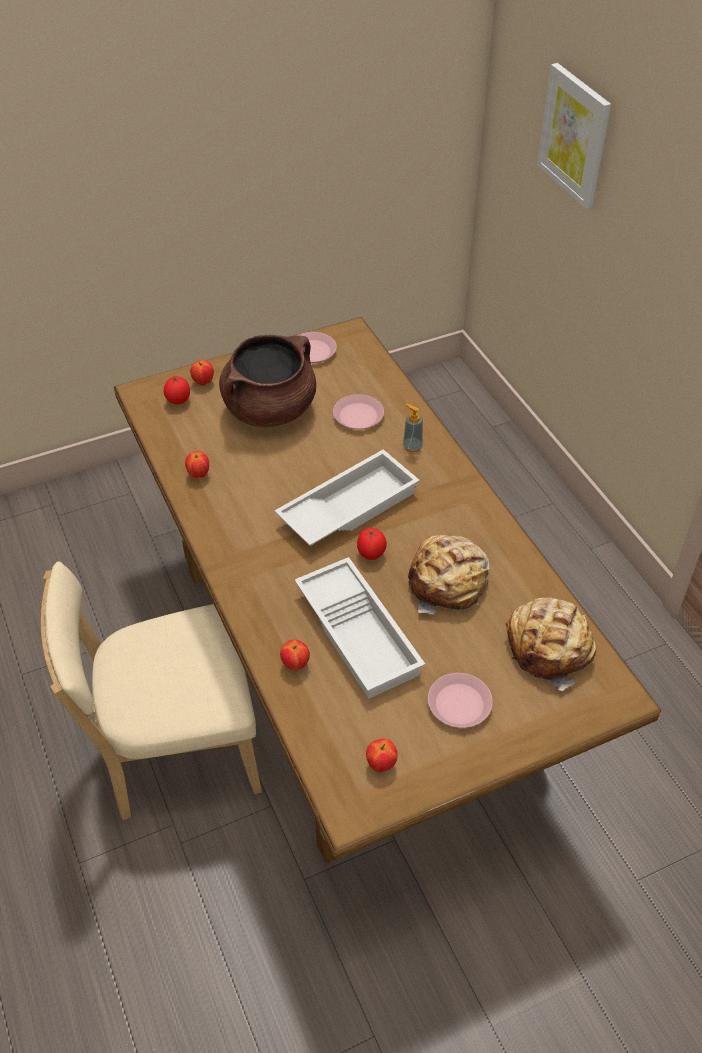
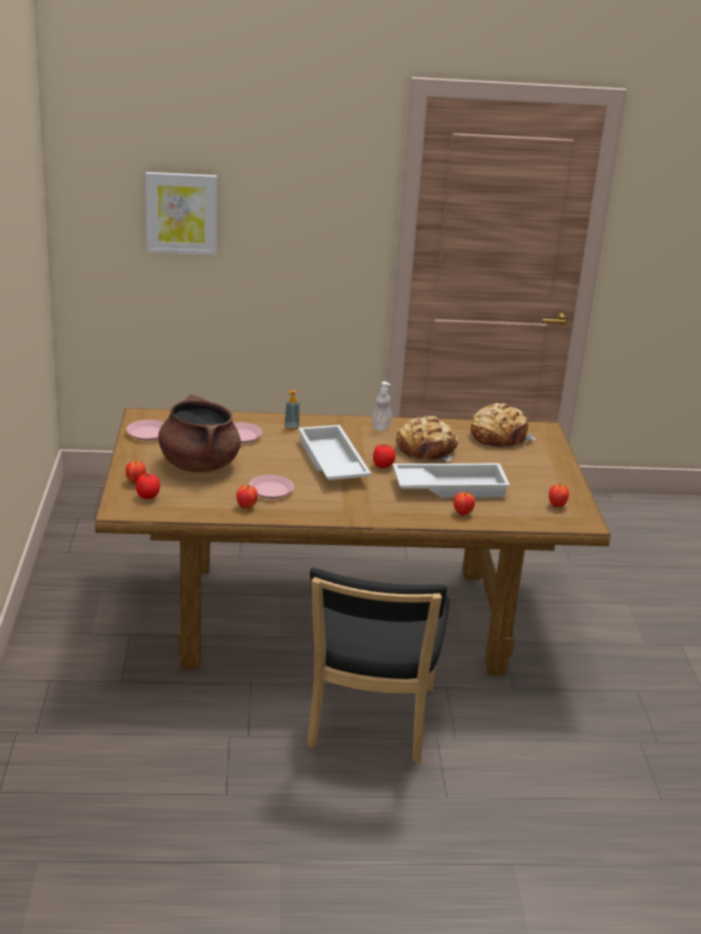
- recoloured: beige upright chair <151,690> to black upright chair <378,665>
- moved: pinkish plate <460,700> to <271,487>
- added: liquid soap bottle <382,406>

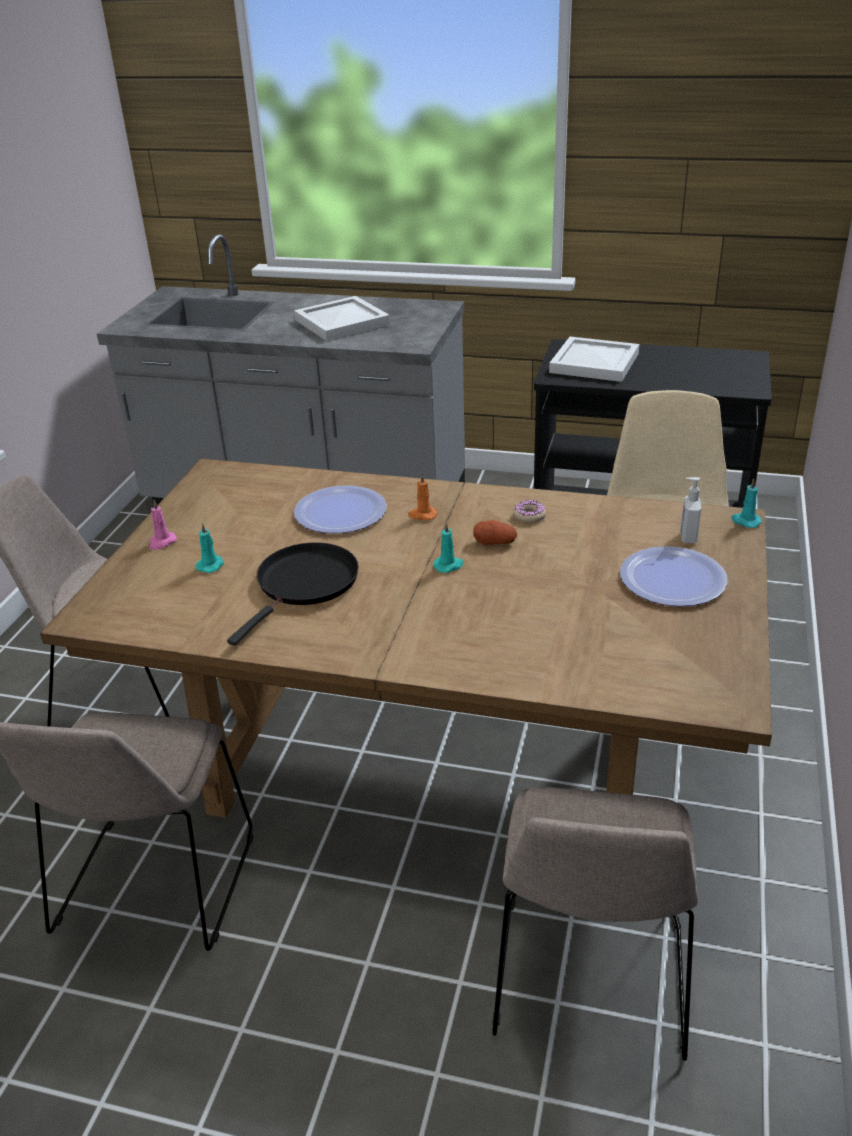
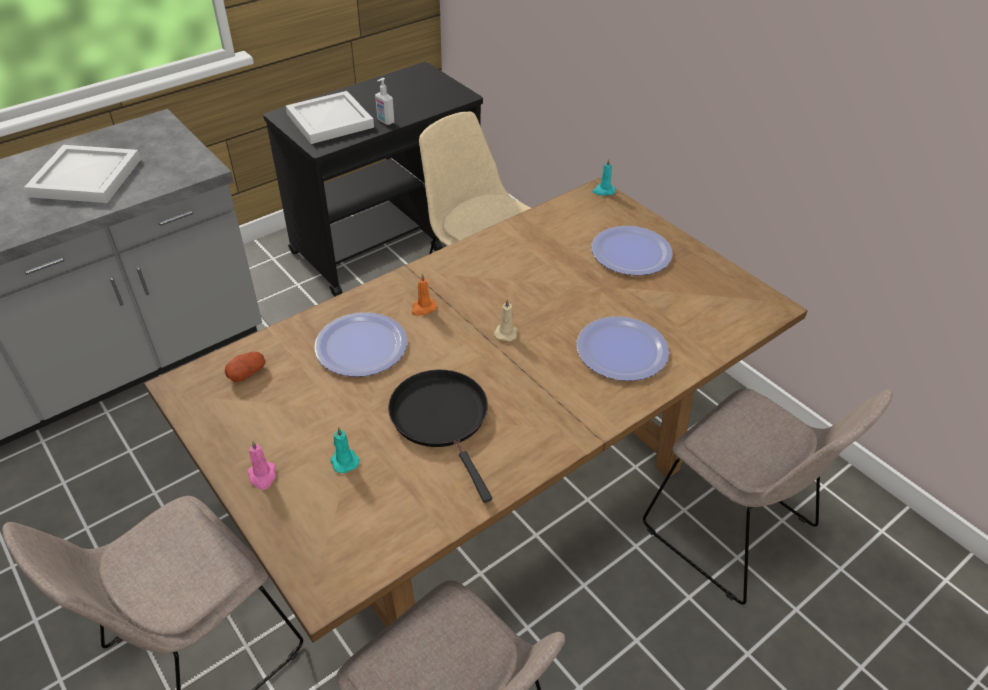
- moved: liquid soap bottle <691,510> to <384,101>
- removed: ring doughnut <529,511>
- moved: spud <495,532> to <245,367>
- recoloured: turquoise wax candle <448,547> to beige wax candle <506,319>
- added: plate <623,348>

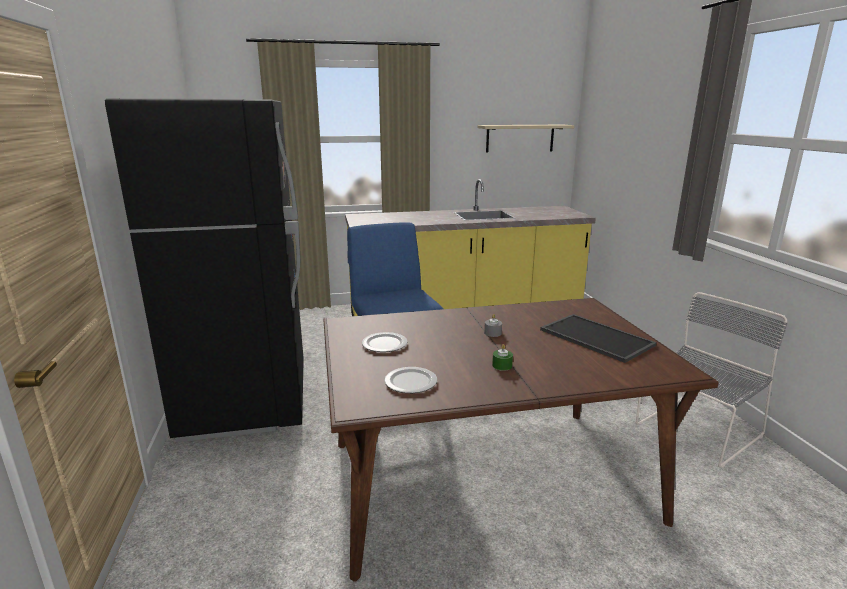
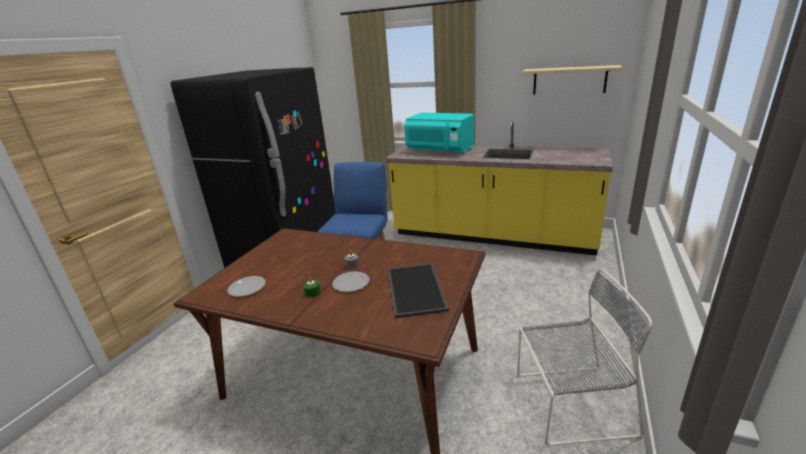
- moved: plate <385,342> to <350,282>
- added: turquoise kitchen microwave <439,133>

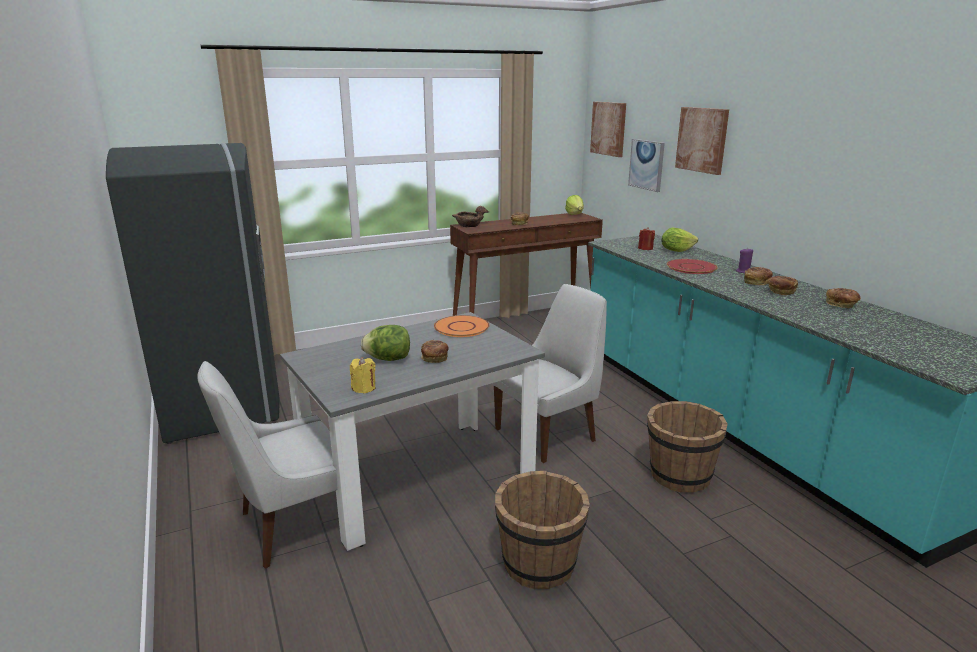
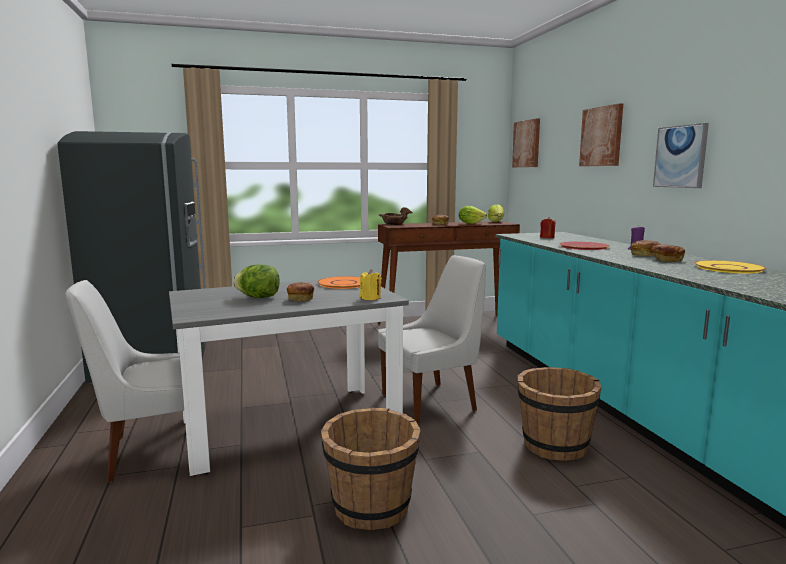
- moved: wall picture <646,165> to <681,155>
- moved: lettuce head <679,240> to <473,215>
- replaced: bread <843,298> to yellowish plate <730,267>
- moved: yellowish wax candle <363,375> to <371,284>

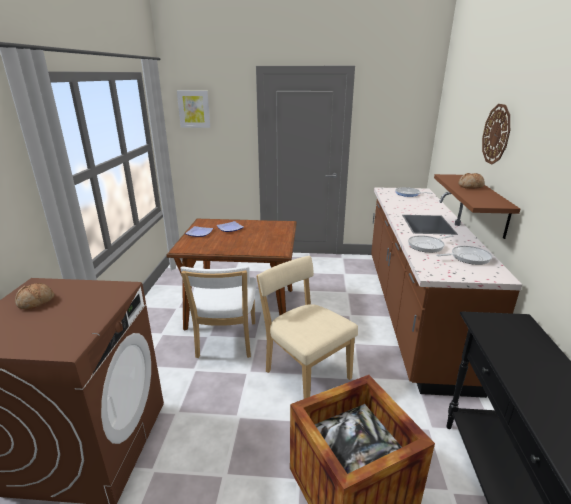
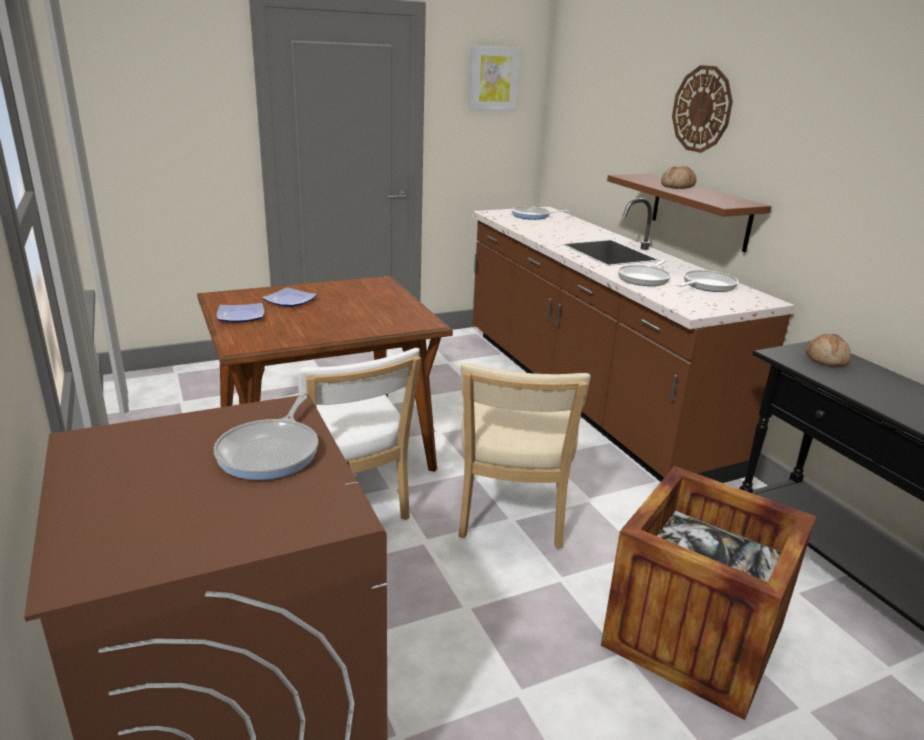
- moved: wall picture <193,109> to <494,78>
- turned: beige upright chair <307,327> = <525,455> 105 degrees counterclockwise
- moved: bread <34,296> to <828,350>
- added: skillet <266,437>

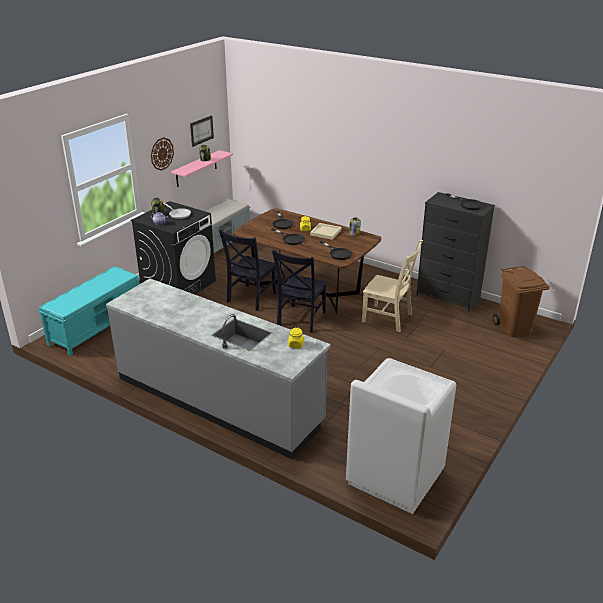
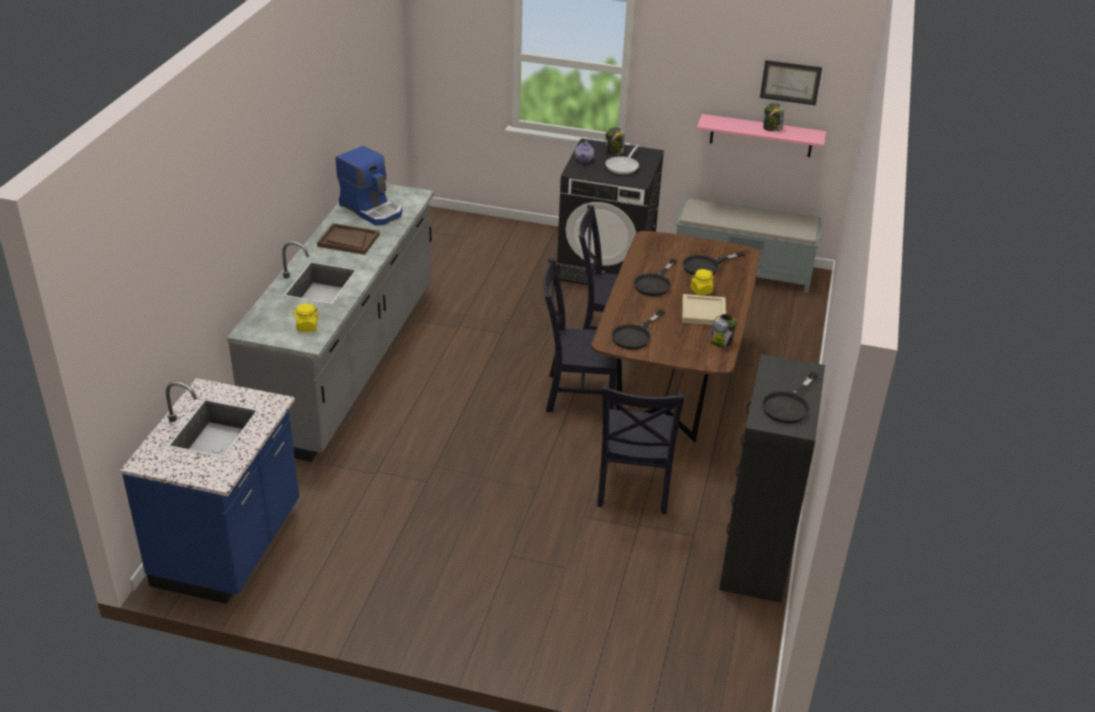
- removed: wall clock <162,154>
- recoloured: beige upright chair <392,286> to black upright chair <640,449>
- removed: turquoise long seat <89,311>
- removed: brown-coloured rubbish bin <521,301>
- replaced: whitish laundry machine <401,436> to bluish kitchen base unit <209,491>
- added: coffee machine <369,185>
- added: brown-coloured carrying tray <348,239>

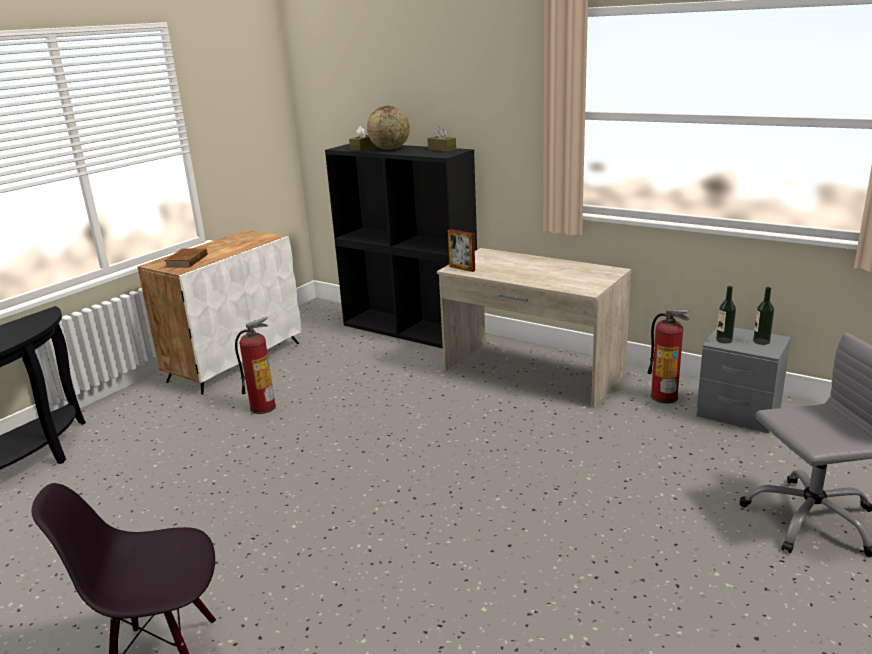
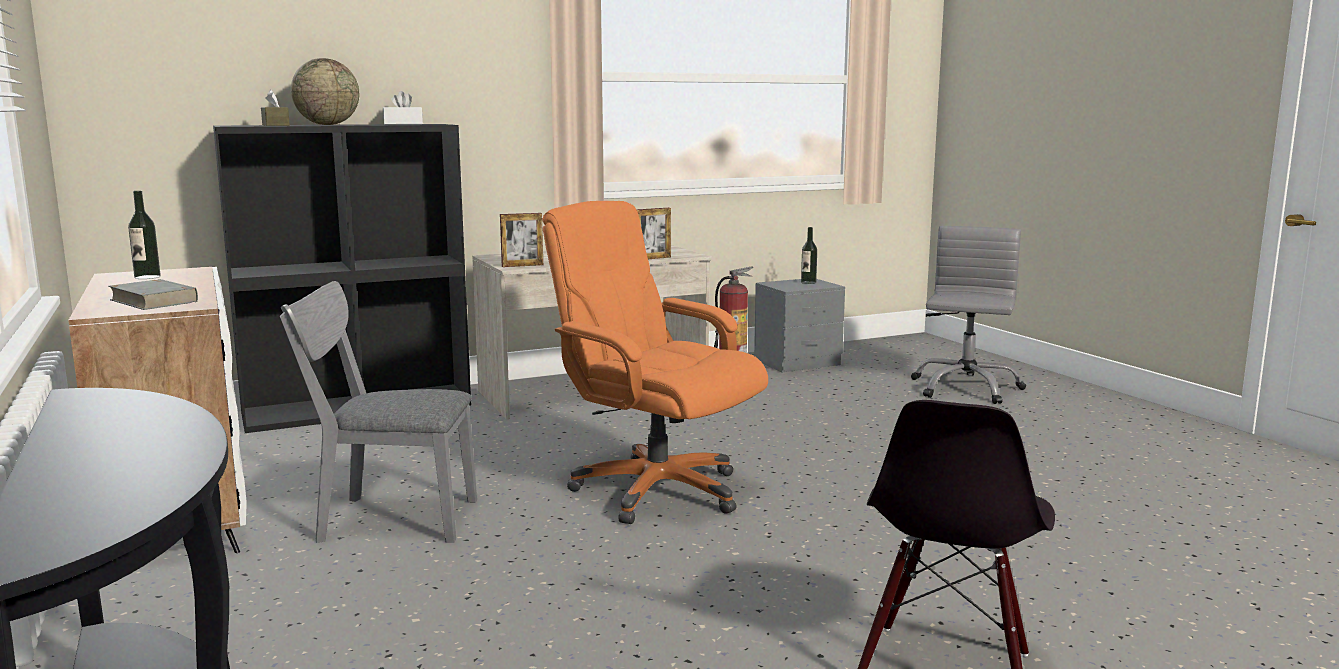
- recoloured: brown-coloured box of tissues <441,139> to whitish box of tissues <403,107>
- recoloured: brown-coloured bound book <185,258> to gray bound book <153,294>
- moved: drink bottle <726,315> to <144,235>
- replaced: extinguisher <255,365> to gray upright chair <378,412>
- added: orangey computer chair <655,362>
- added: standing frame <653,233>

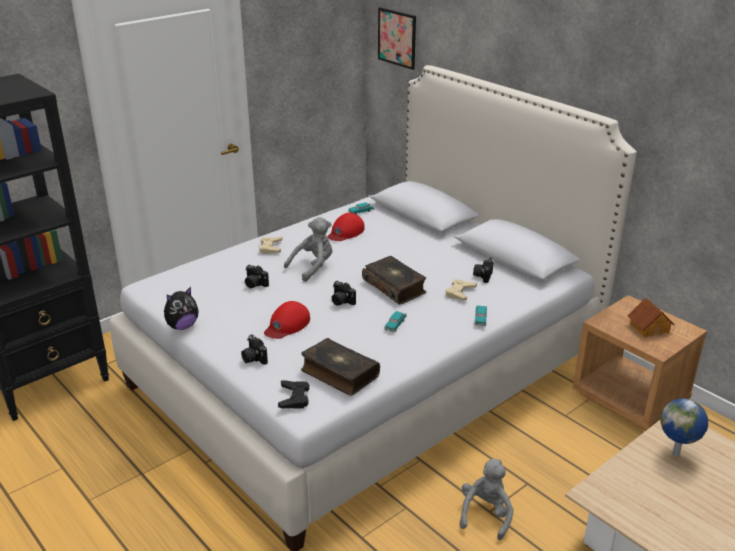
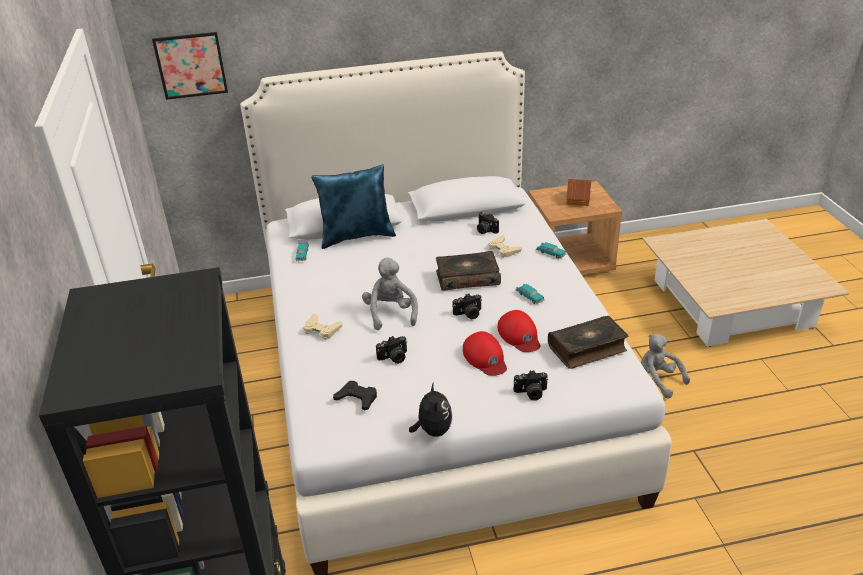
- moved: red baseball cap <345,227> to <519,331>
- moved: black joypad <293,394> to <355,396>
- removed: desk globe <684,427>
- added: bluish pillow <353,206>

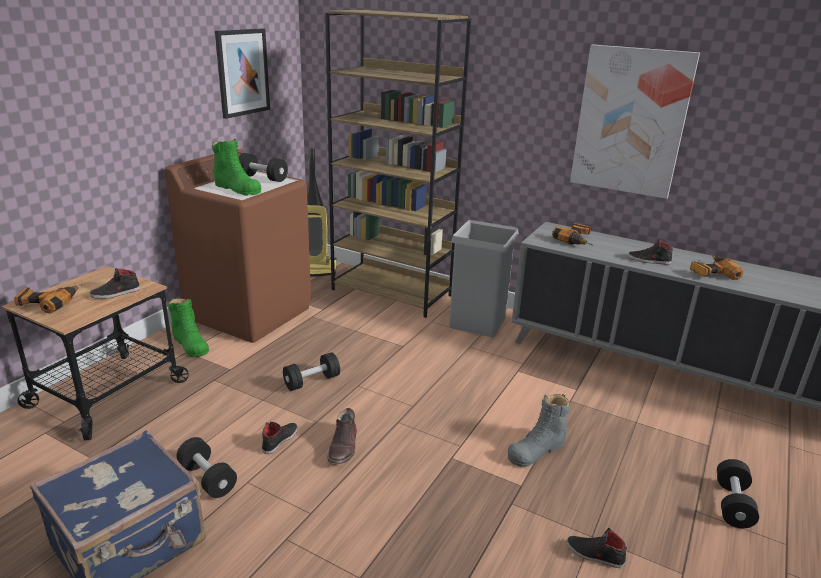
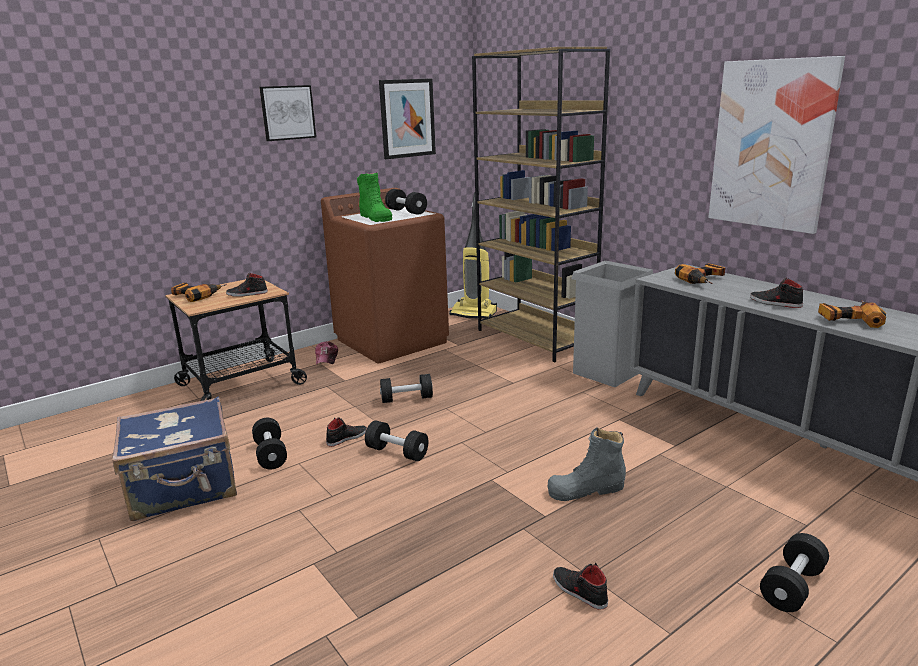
- replaced: greenish high-top boot <188,327> to baseball cap <326,352>
- replaced: brown-coloured high-top boot <342,436> to black free weight <396,441>
- added: wall picture <287,113>

